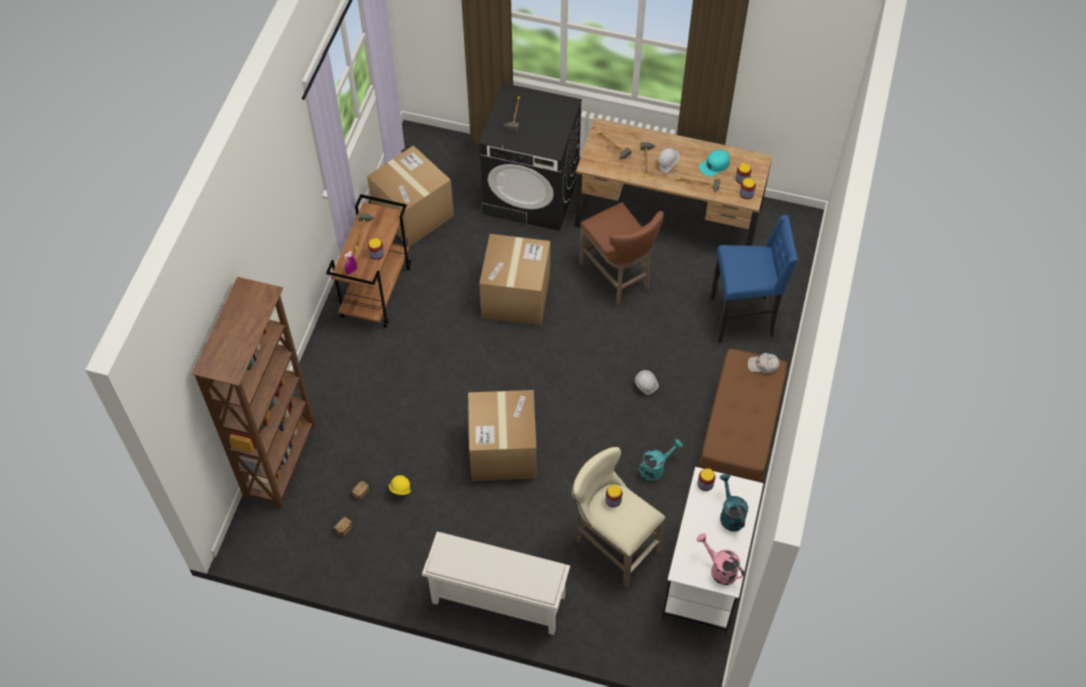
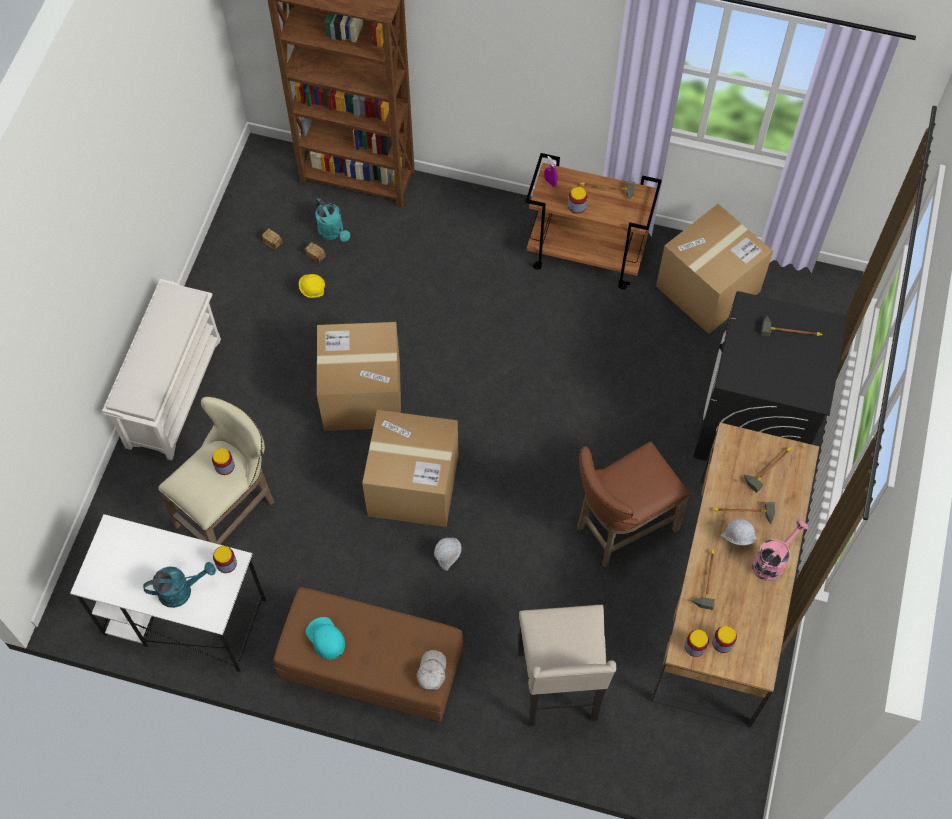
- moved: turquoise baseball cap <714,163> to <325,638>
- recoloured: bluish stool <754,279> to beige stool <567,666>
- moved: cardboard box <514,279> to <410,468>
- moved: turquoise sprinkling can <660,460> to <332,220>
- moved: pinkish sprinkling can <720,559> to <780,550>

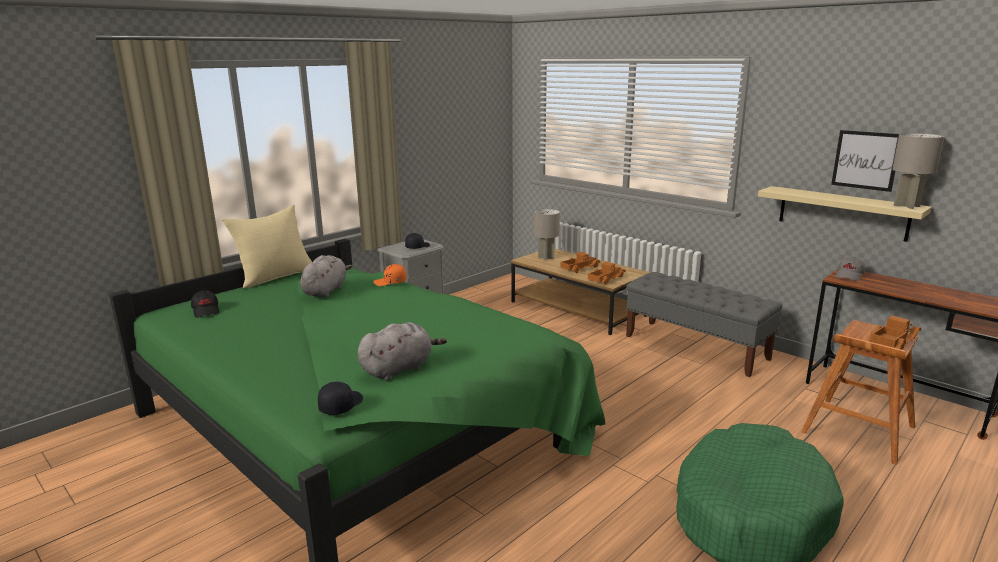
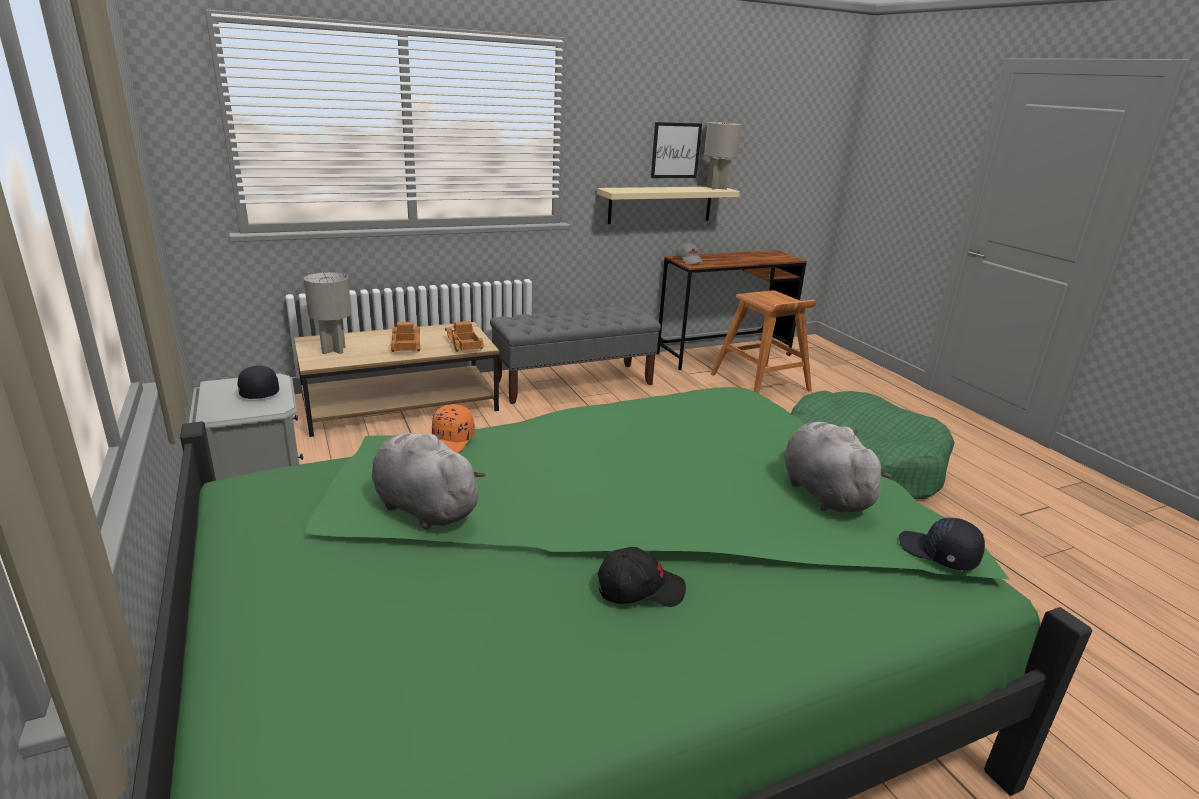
- removed: beige pillow <267,246>
- moved: black baseball cap <205,304> to <642,577>
- removed: toy truck <894,332>

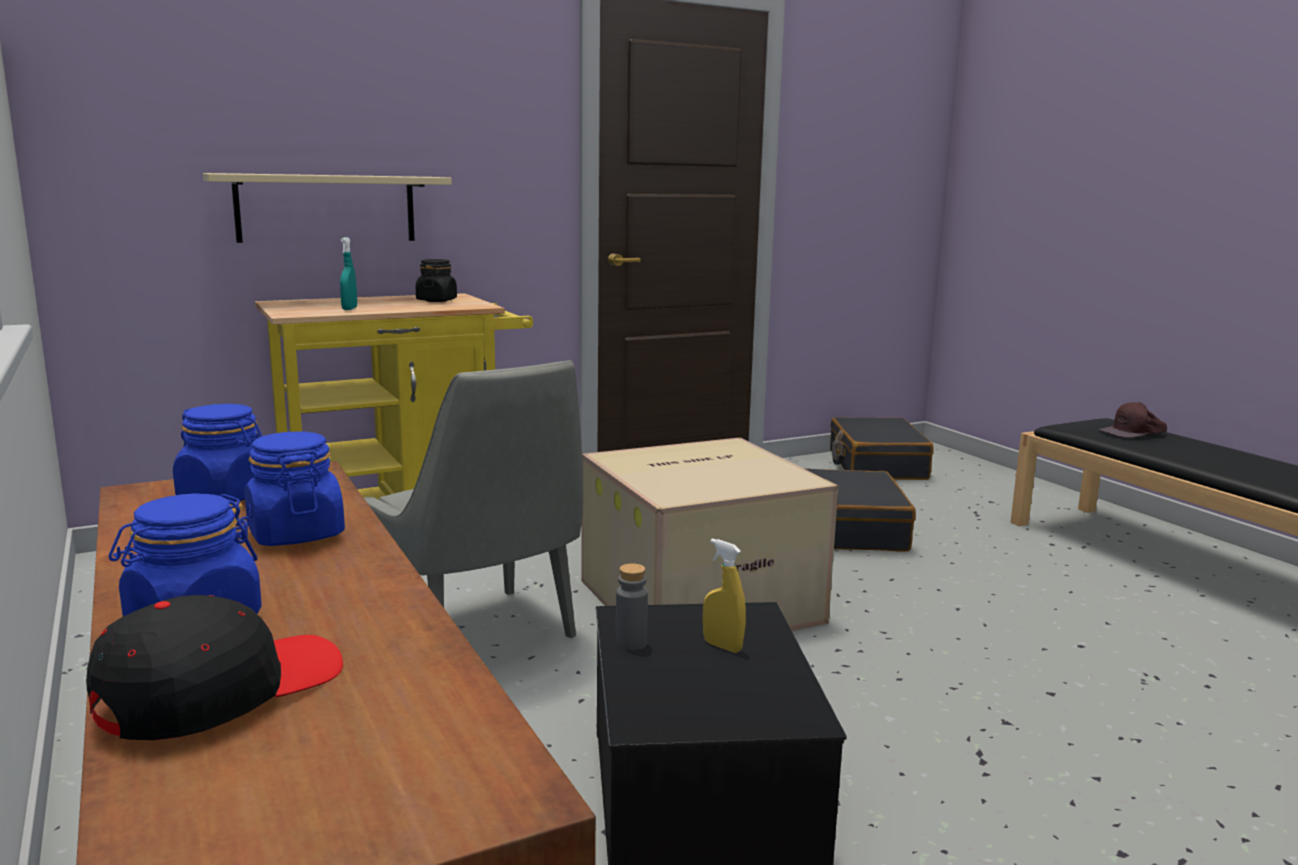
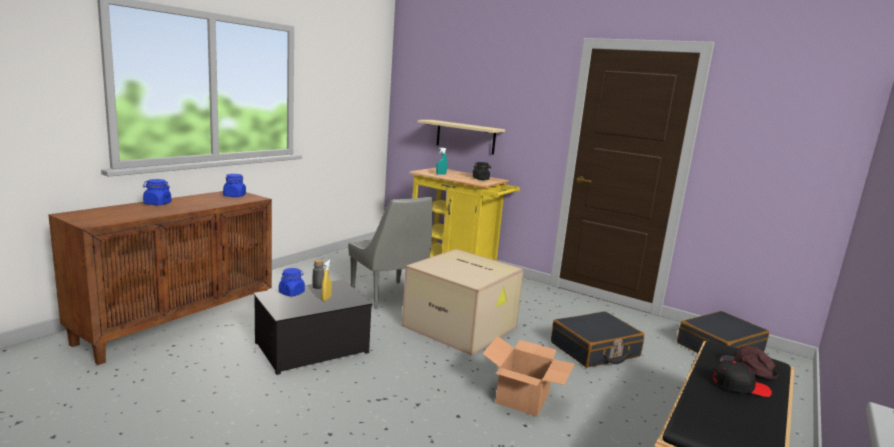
- turned: gray upright chair <473,499> = <390,253> 60 degrees counterclockwise
- moved: bluish jar <295,488> to <292,282>
- moved: black baseball cap <214,667> to <742,378>
- added: cardboard box <528,376>

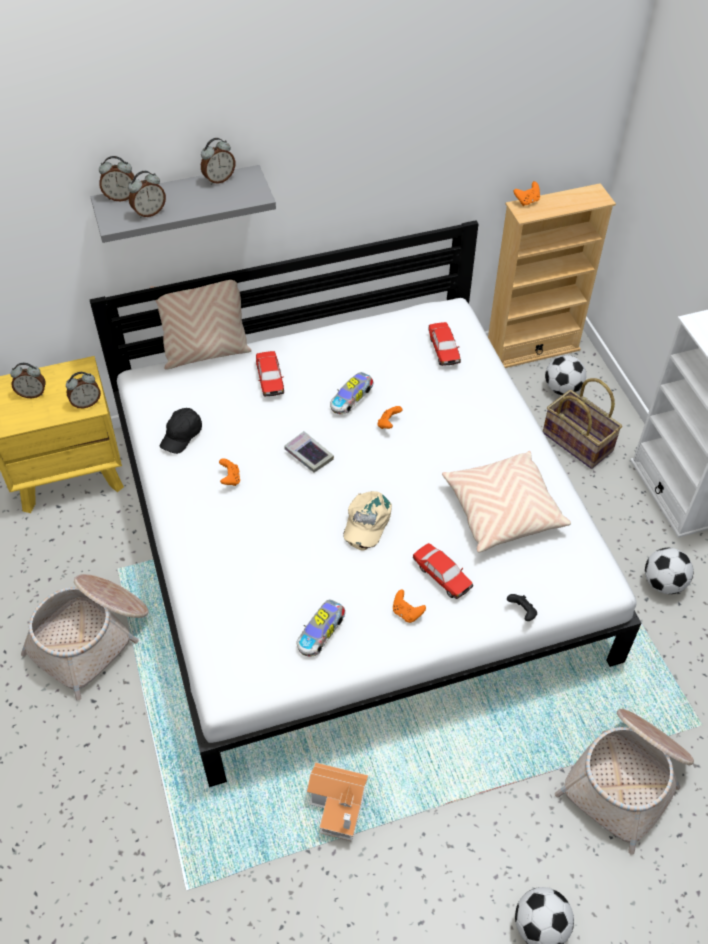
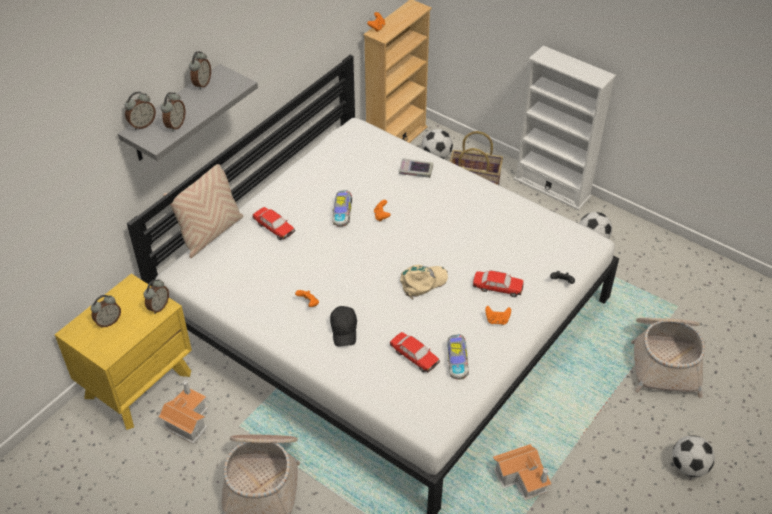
- moved: model car <444,344> to <415,352>
- moved: black baseball cap <181,431> to <343,326>
- moved: bound book <309,451> to <416,168>
- removed: beige pillow <506,501>
- turned: beige baseball cap <367,521> = <424,282> 105 degrees counterclockwise
- added: toy house <183,412>

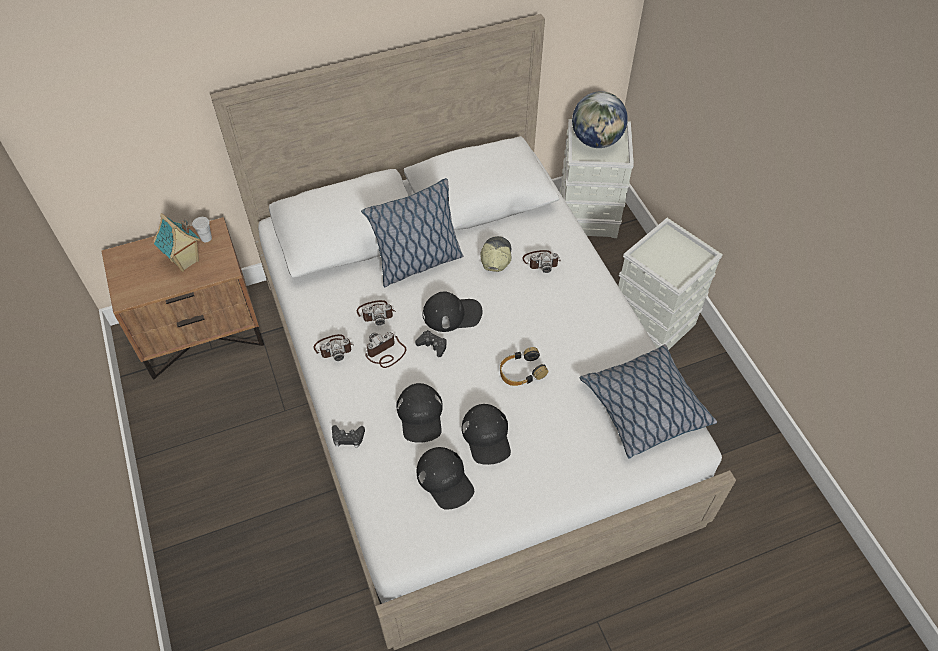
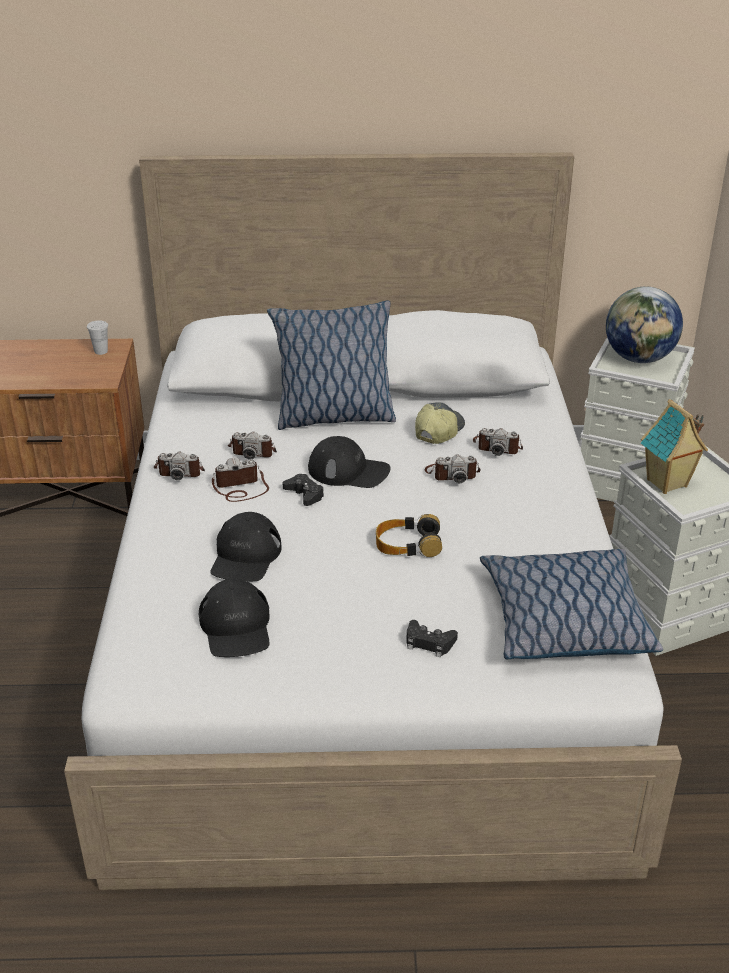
- moved: toy house <177,242> to <674,446>
- removed: black baseball cap <486,434>
- moved: black joypad <348,436> to <432,638>
- added: photo camera <452,468>

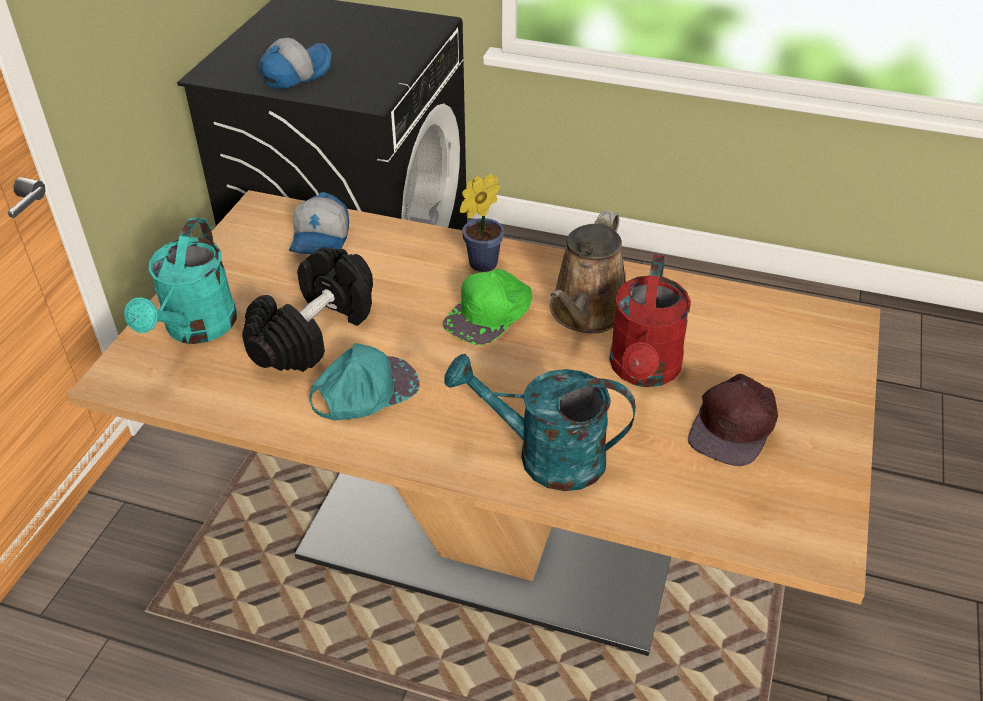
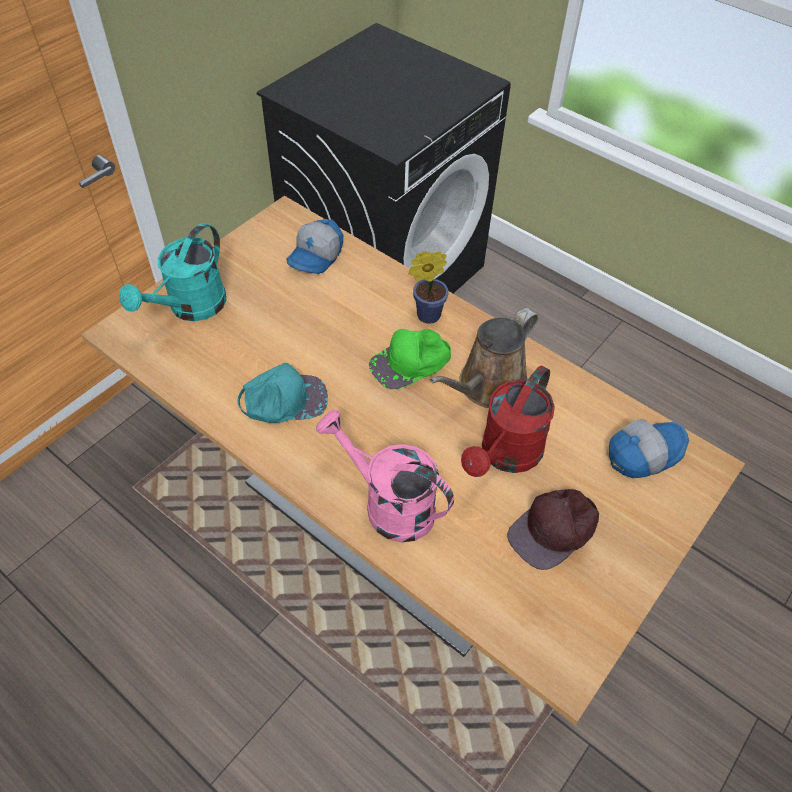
- moved: baseball cap <295,63> to <649,448>
- removed: black free weight <307,309>
- recoloured: turquoise sprinkling can <540,422> to pinkish sprinkling can <385,476>

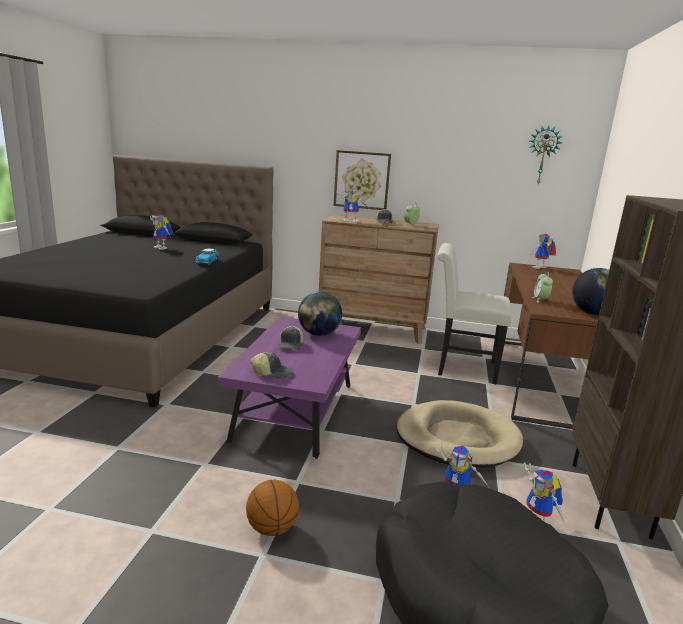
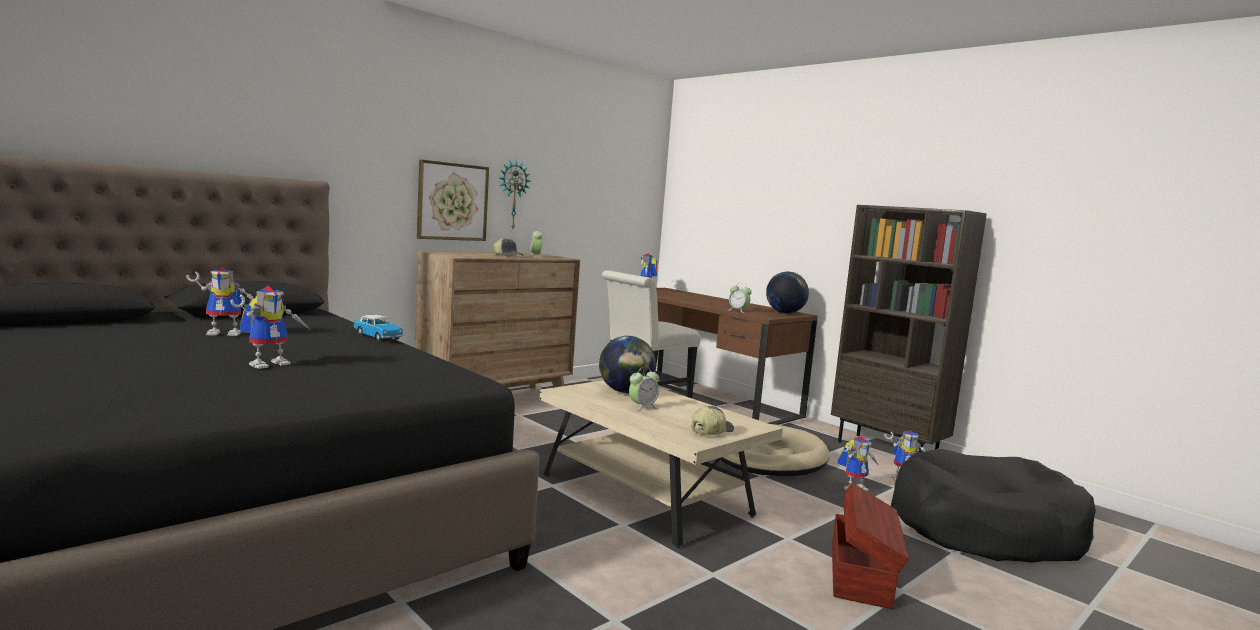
- moved: wall clock <546,154> to <515,194>
- moved: toy robot <352,206> to <269,327>
- recoloured: purple-coloured low table <289,388> to beige low table <661,464>
- replaced: baseball cap <291,338> to alarm clock <644,389>
- replaced: ball for basketball <272,508> to brown-coloured storage container <870,546>

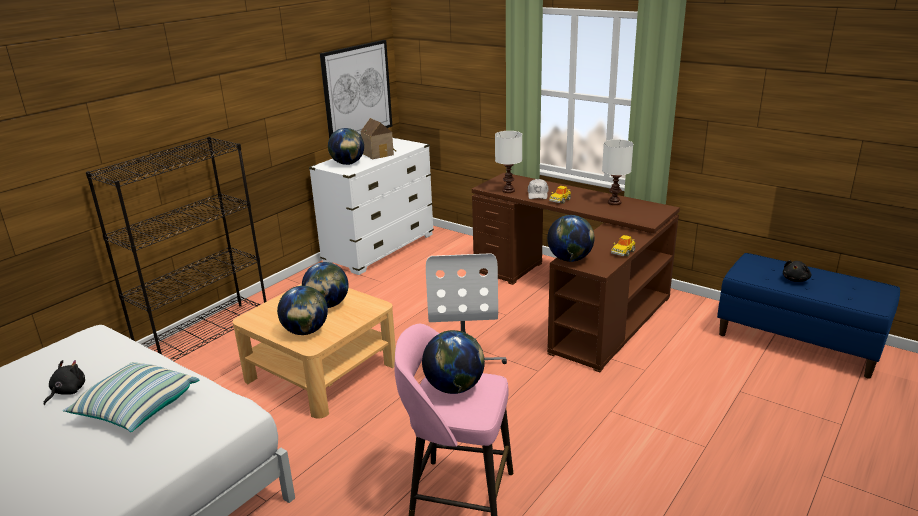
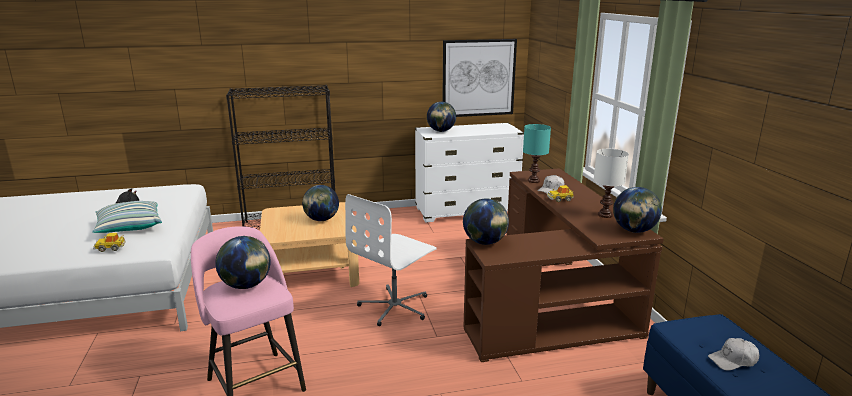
- removed: toy house <379,138>
- recoloured: whitish lamp for a table <508,162> to turquoise lamp for a table <537,153>
- moved: model car <623,246> to <109,242>
- replaced: black soft toy <797,271> to whitish baseball cap <733,354>
- moved: desk globe <302,310> to <637,210>

